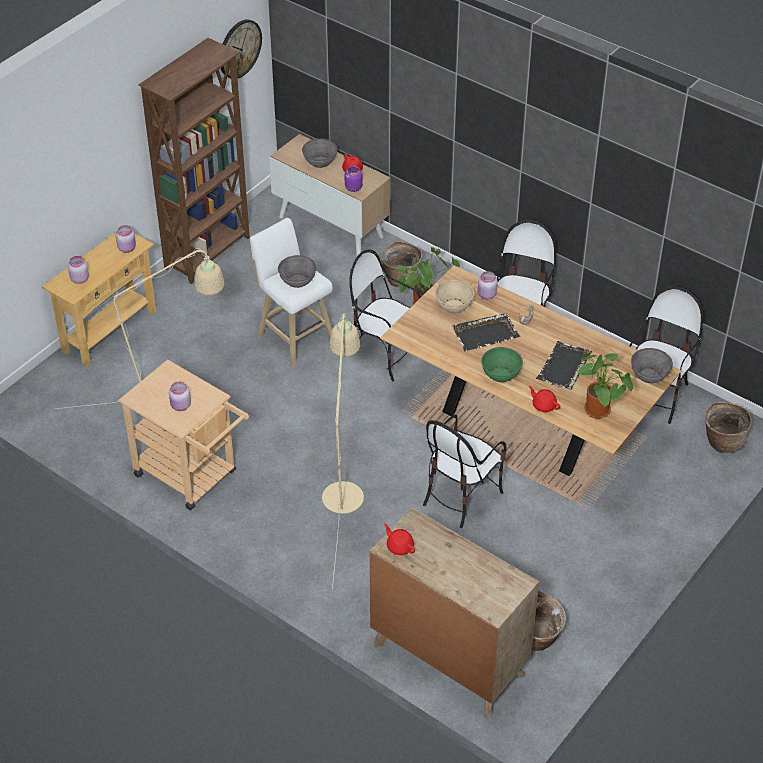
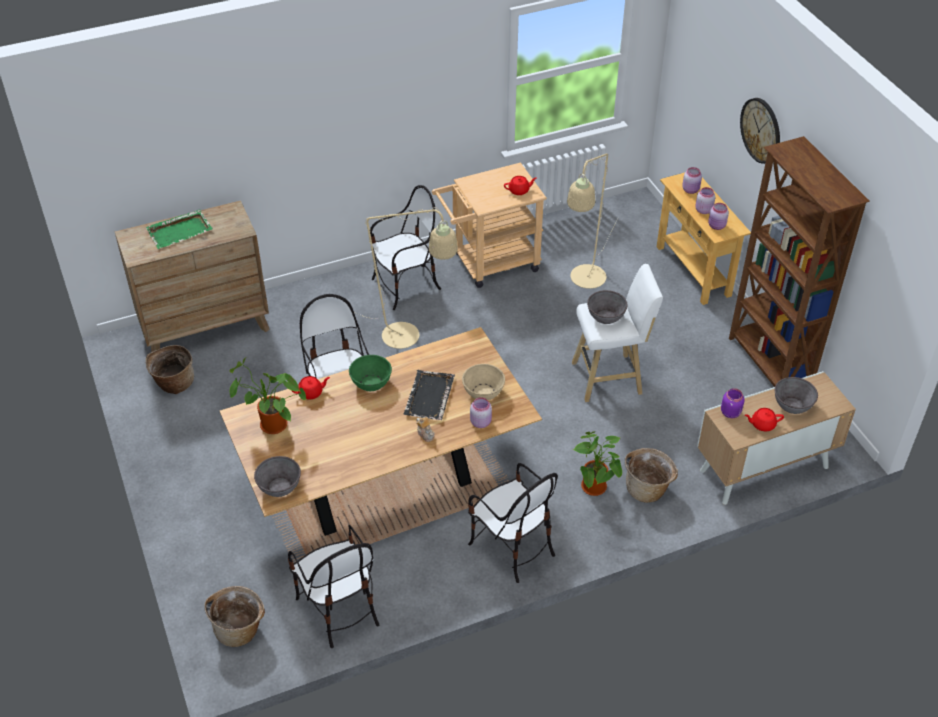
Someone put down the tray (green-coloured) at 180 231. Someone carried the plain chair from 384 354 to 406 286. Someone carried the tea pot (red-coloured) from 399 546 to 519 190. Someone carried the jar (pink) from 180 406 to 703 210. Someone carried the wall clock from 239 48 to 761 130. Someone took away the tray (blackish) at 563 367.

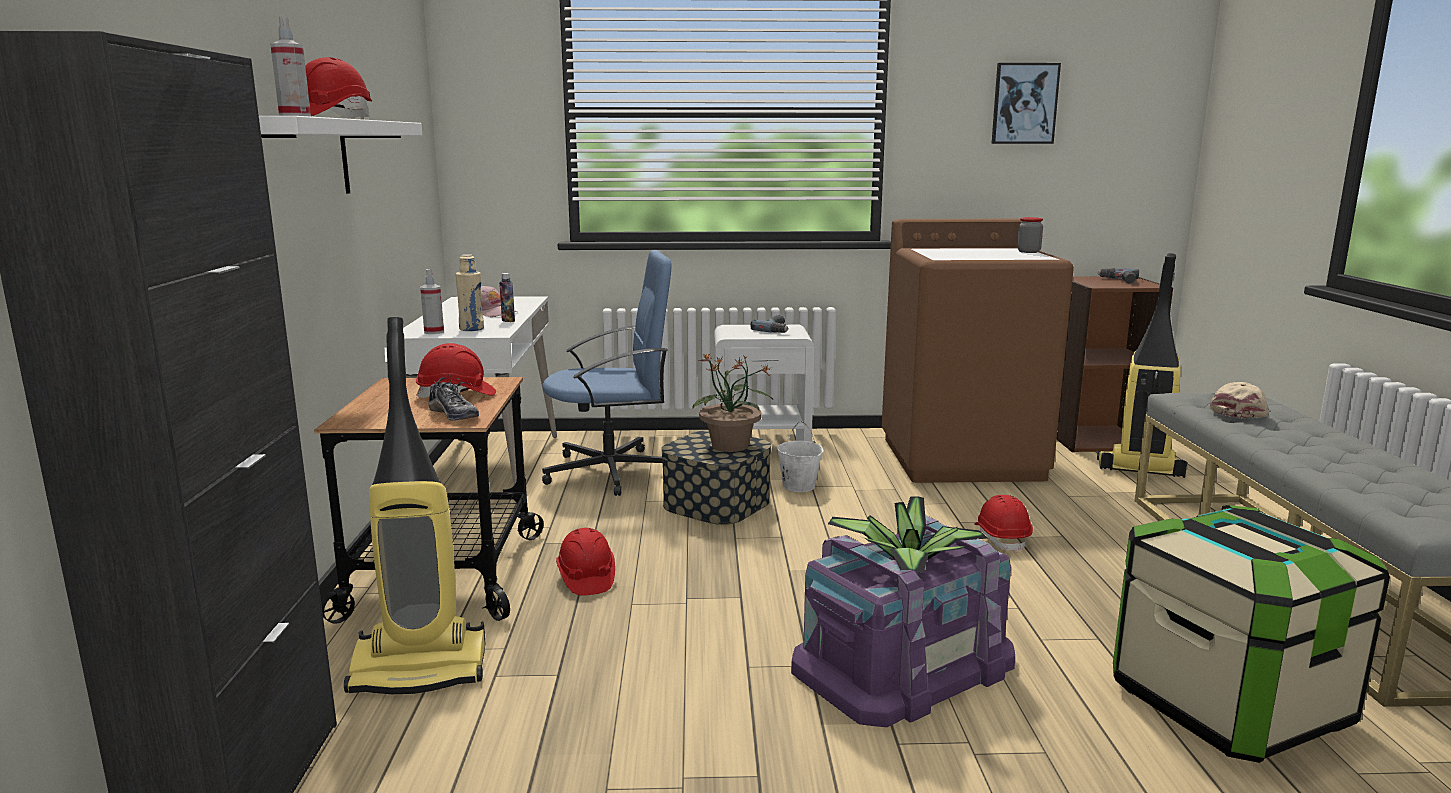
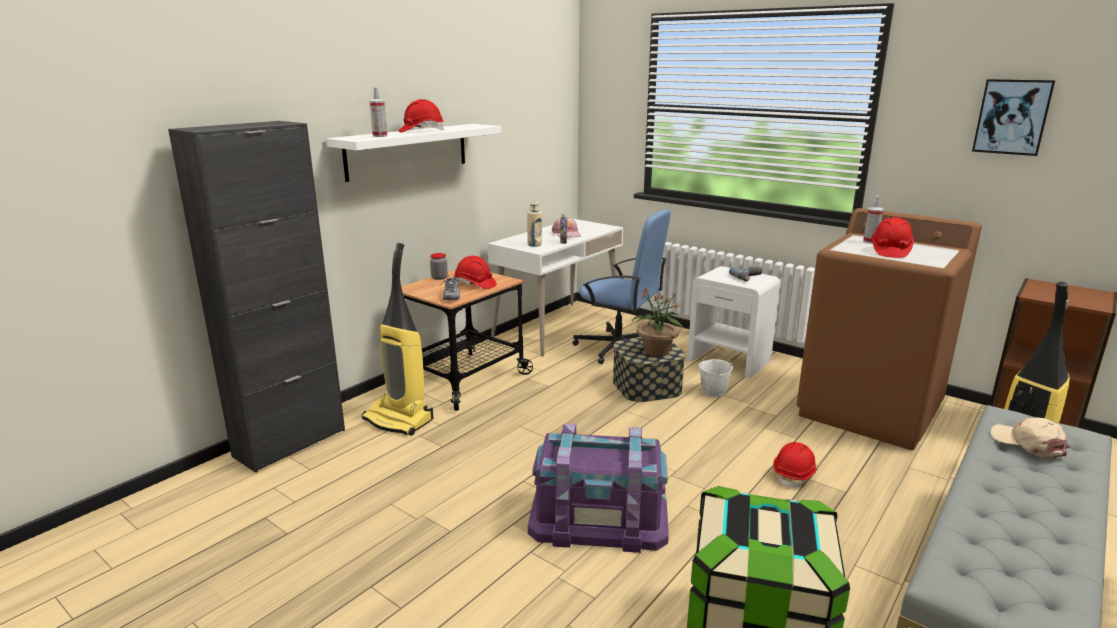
Someone carried the jar from 1028 252 to 439 278. Someone carried the spray bottle from 434 332 to 870 241. Someone carried the safety helmet (red-coloured) from 586 578 to 890 251. Someone rotated the cap (beige) at 1238 411 by 105 degrees counterclockwise. Someone took away the plant in a pot at 909 566. Someone took away the power drill at 1119 280.

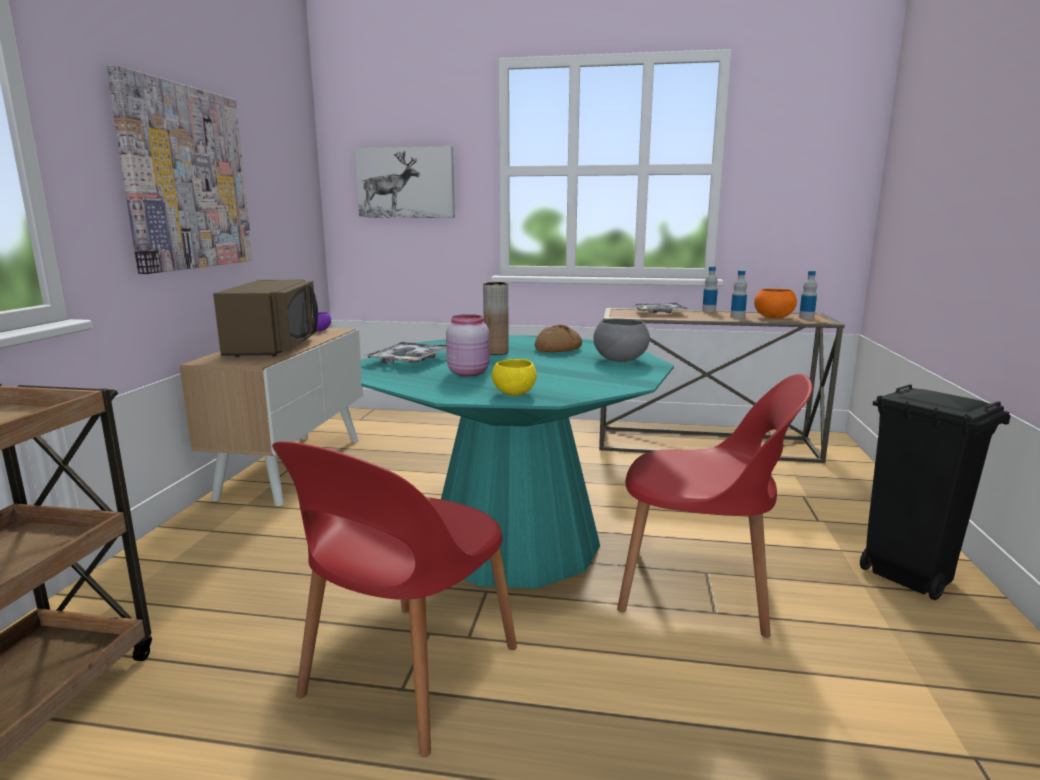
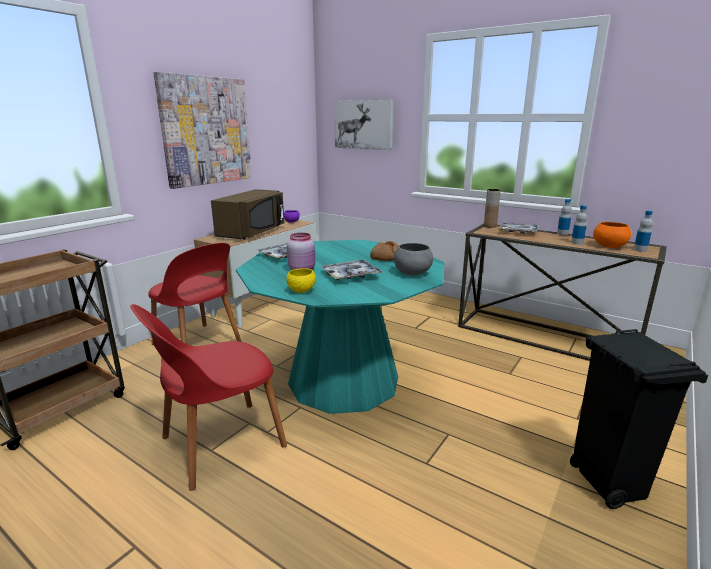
Someone carried the plain chair (red-coloured) from 699 589 to 198 345. Someone put down the tray at 350 275. Someone carried the flower vase (brownish) from 496 352 to 490 226.

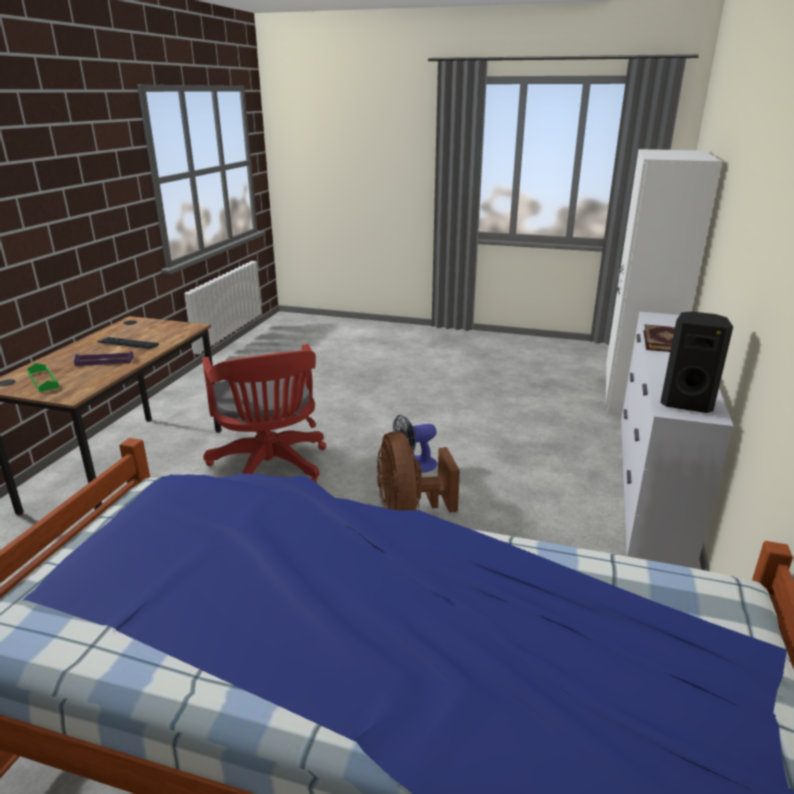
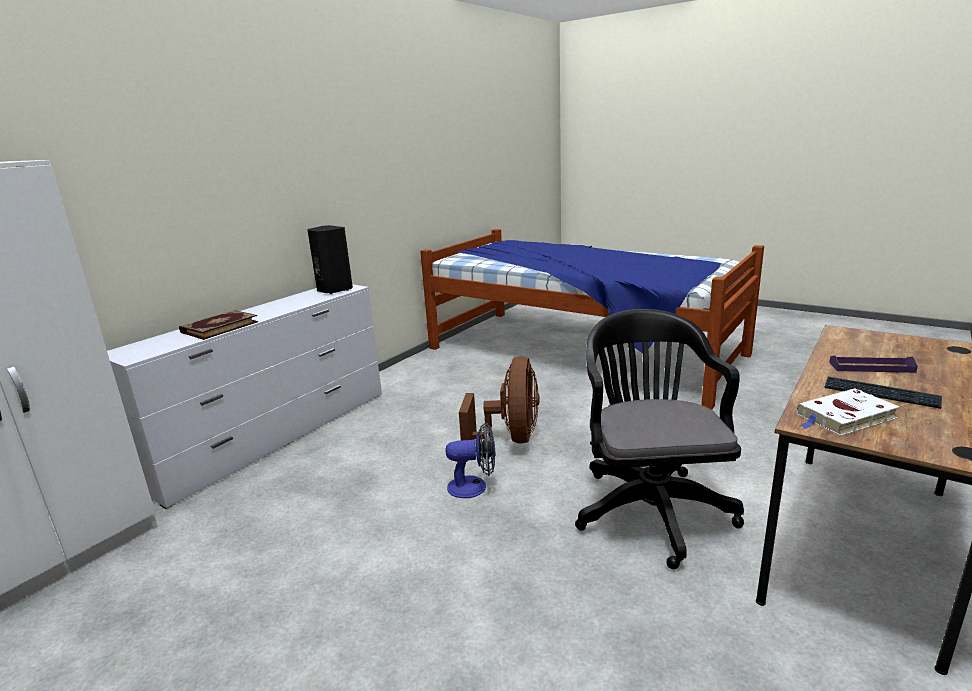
Someone repainted the desk chair (red-coloured) at 270 470, which became the desk chair (blackish) at 650 507. Someone put down the volume (white) at 844 417. Someone took away the tray (green-coloured) at 43 380.

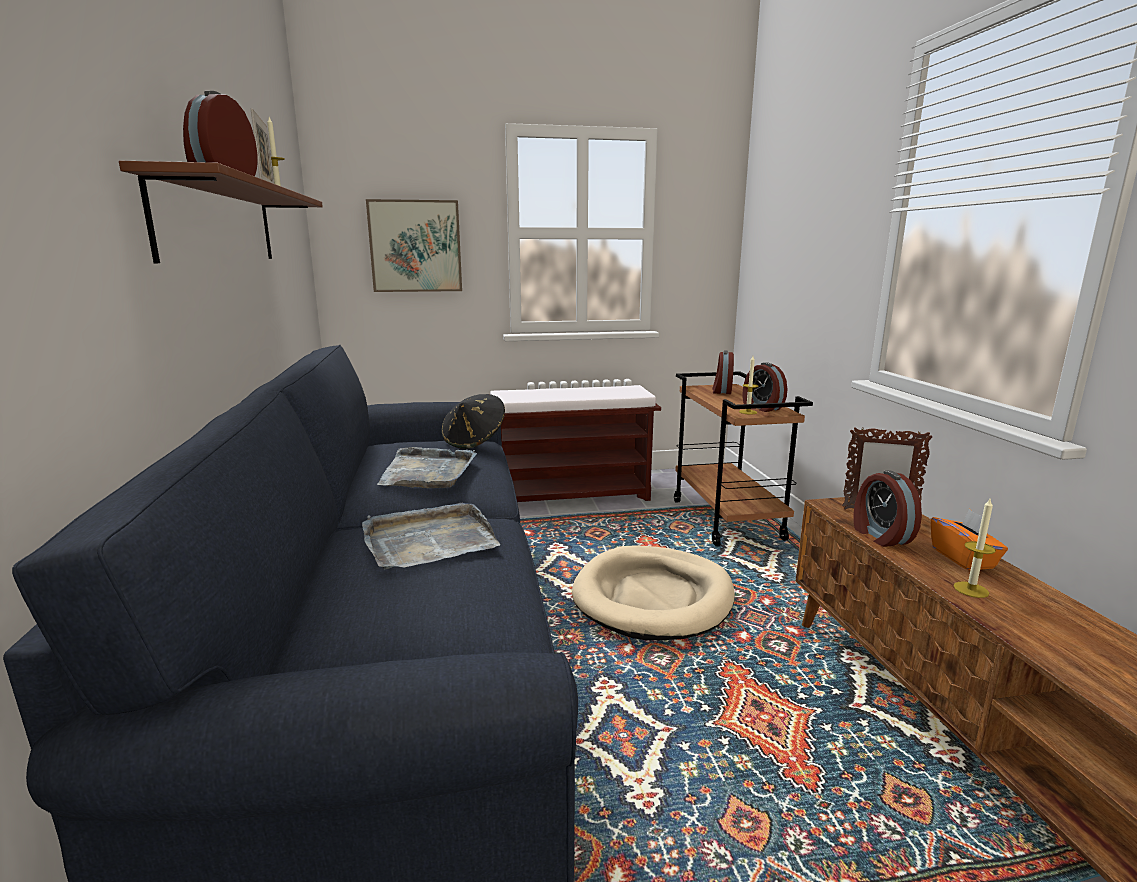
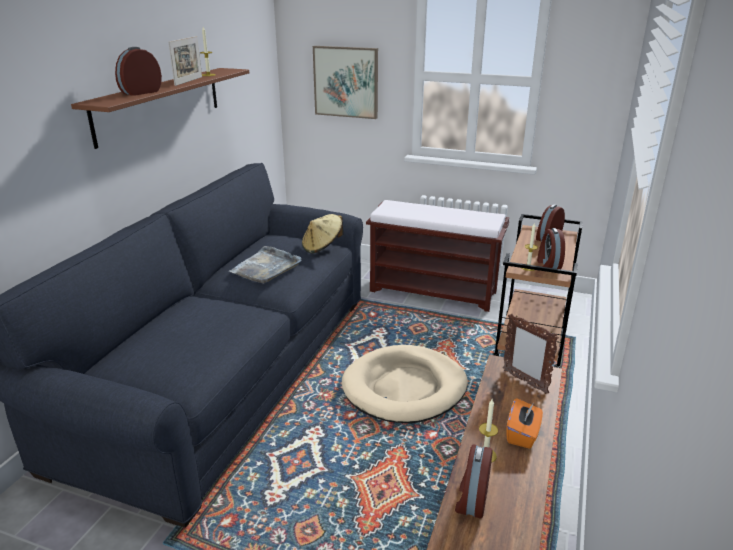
Someone repainted the wearable hat (blackish) at 474 441, which became the wearable hat (beige) at 322 247. Someone carried the alarm clock from 880 536 to 471 499. Someone took away the tray (grey) at 428 540.

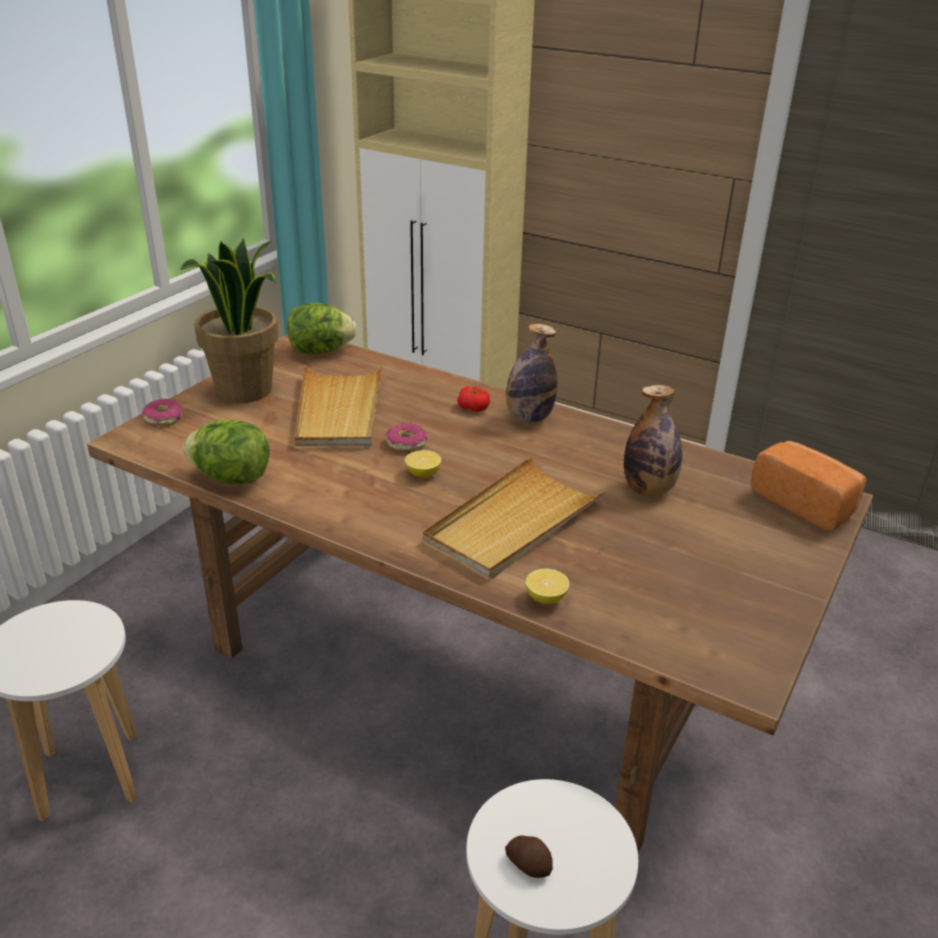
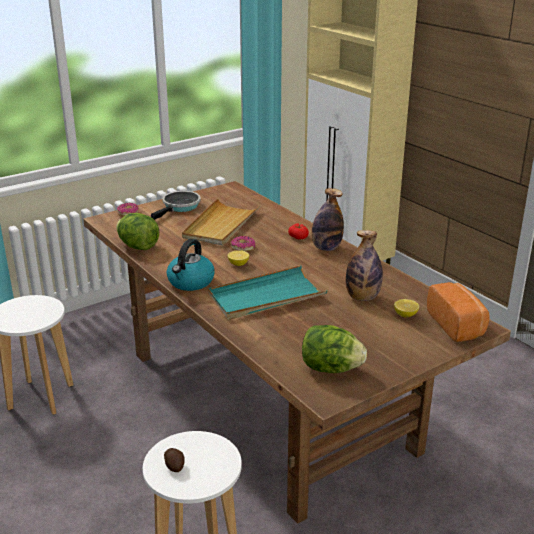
Someone swapped the plant in a pot at 245 391 for the pan at 180 207. Someone put down the kettle at 190 282. Someone repainted the tray (beige) at 513 522, which became the tray (turquoise) at 266 297. Someone carried the lettuce head from 320 351 to 330 369. Someone carried the citrus fruit from 546 598 to 405 315.

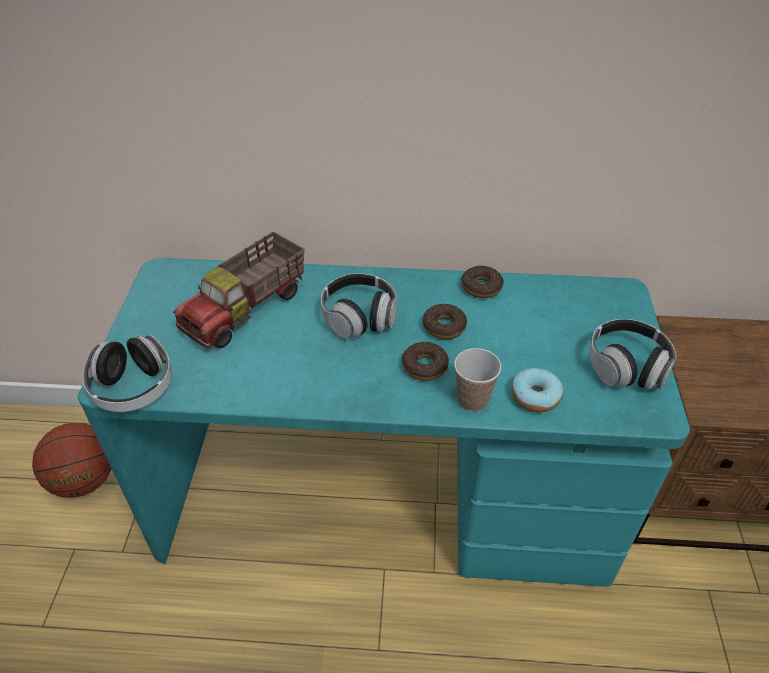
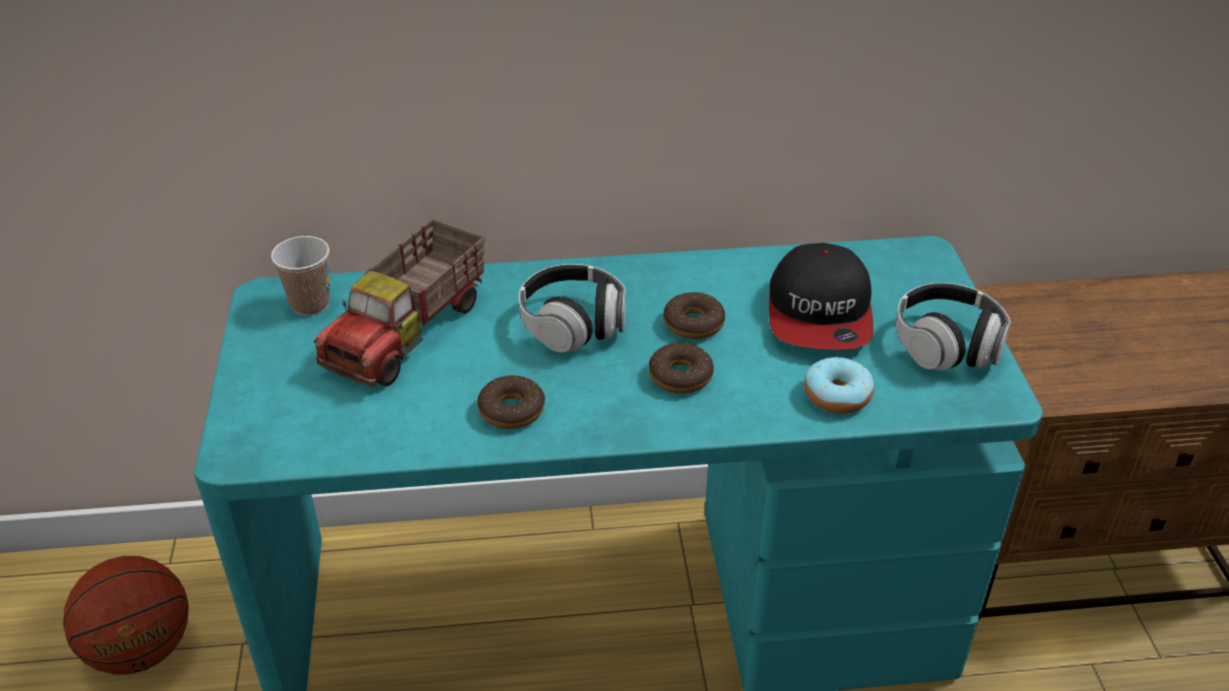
Someone carried the cup from 473 400 to 310 304. Someone carried the ring doughnut from 481 287 to 511 410. Someone put down the cap at 820 314. Someone took away the headset at 133 388.

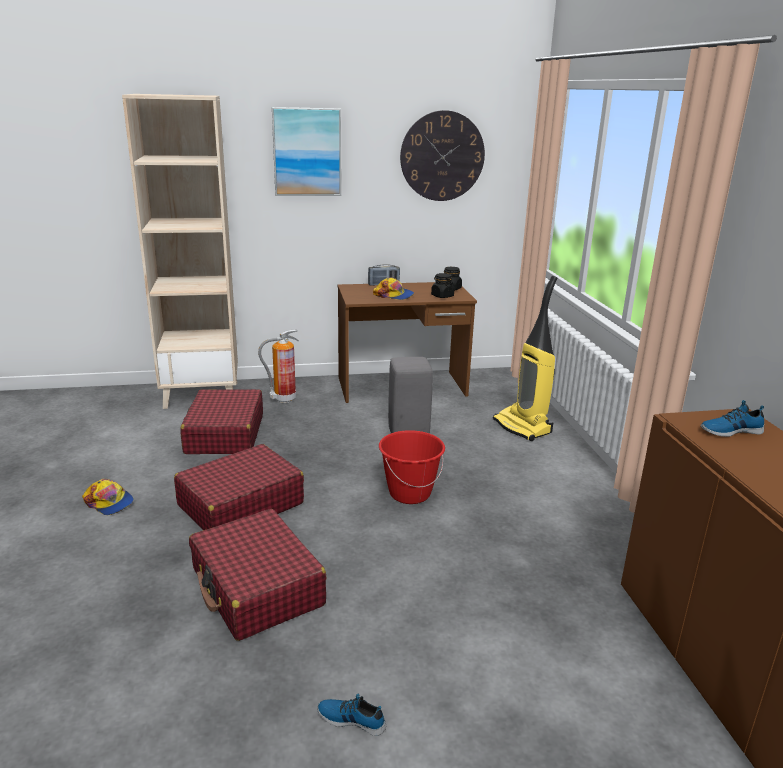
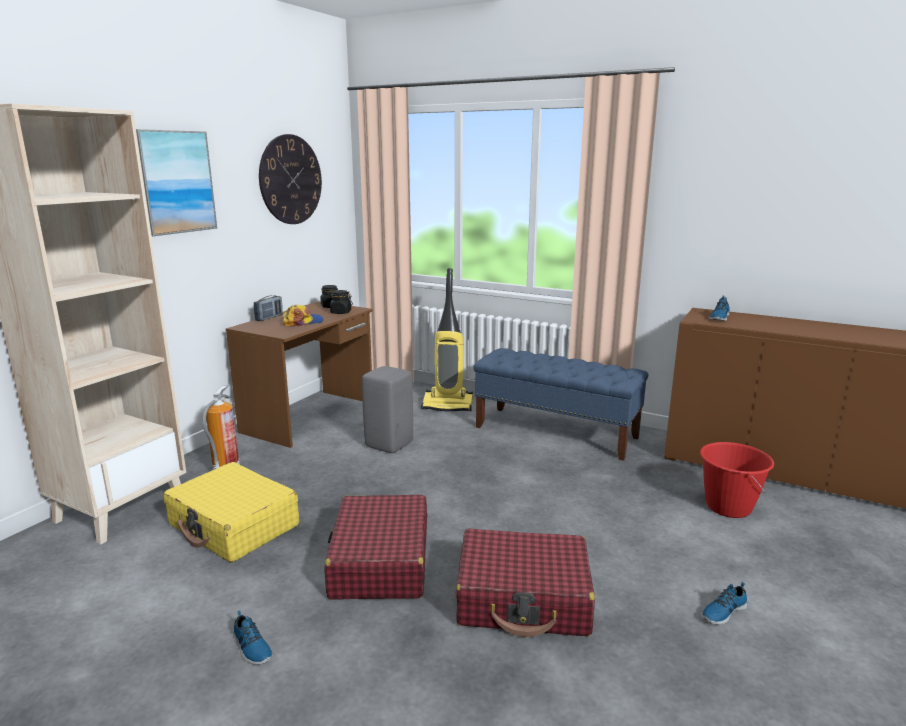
Someone repainted the travel case (red-coloured) at 224 434, which became the travel case (yellow-coloured) at 234 525. Someone swapped the cap at 109 502 for the item of footwear at 251 648. Someone put down the long seat (blue-coloured) at 556 432. Someone carried the pail (red-coloured) from 409 493 to 728 507.

